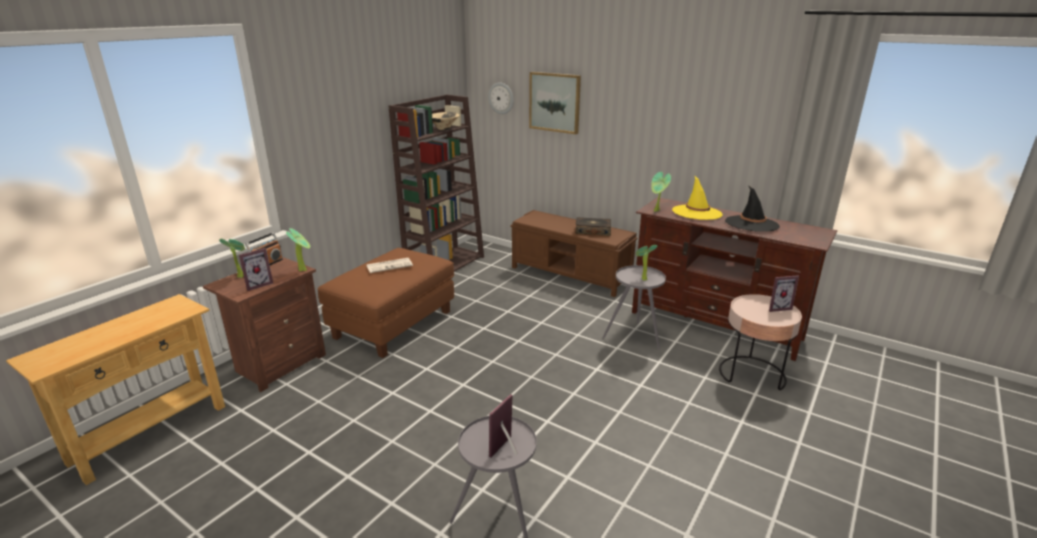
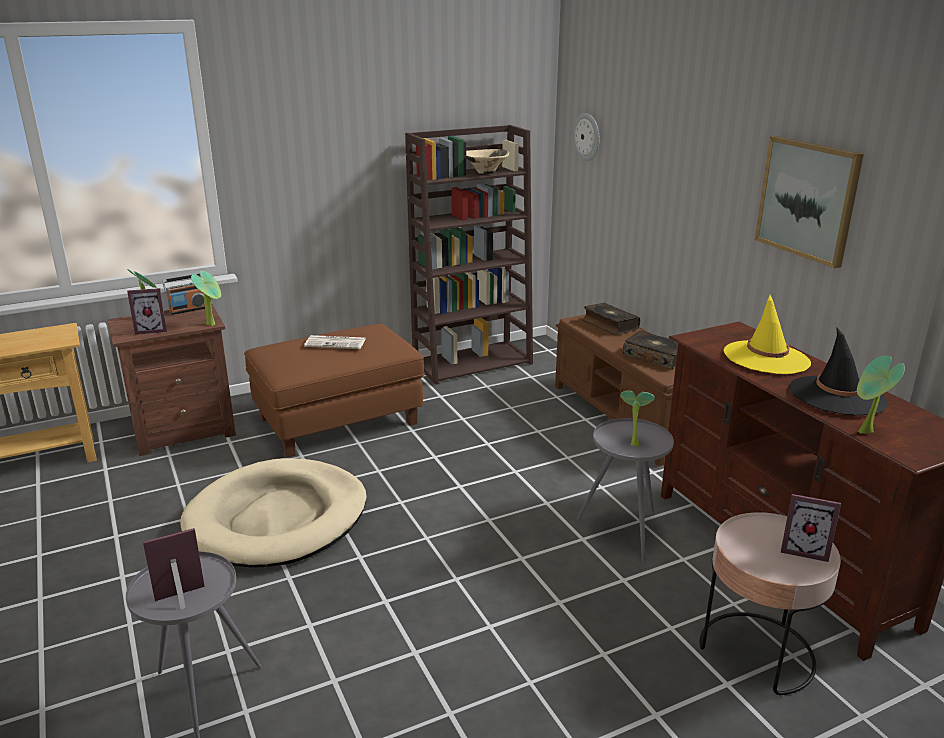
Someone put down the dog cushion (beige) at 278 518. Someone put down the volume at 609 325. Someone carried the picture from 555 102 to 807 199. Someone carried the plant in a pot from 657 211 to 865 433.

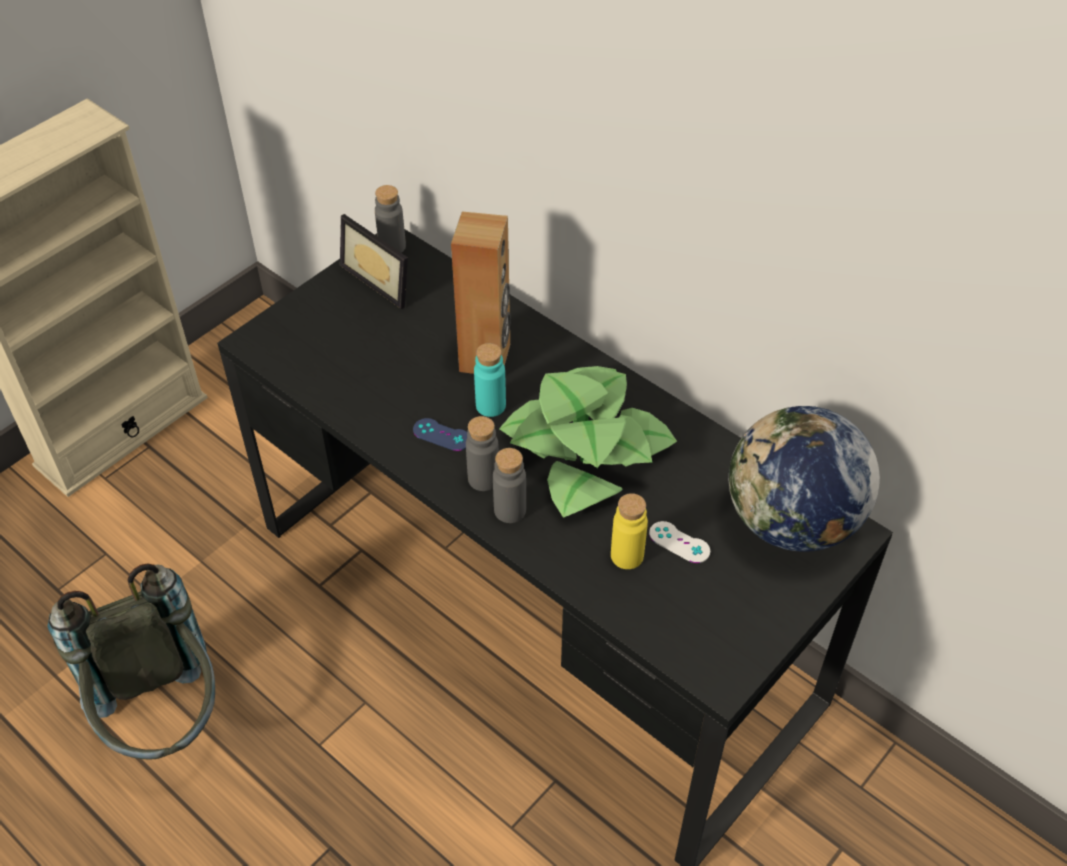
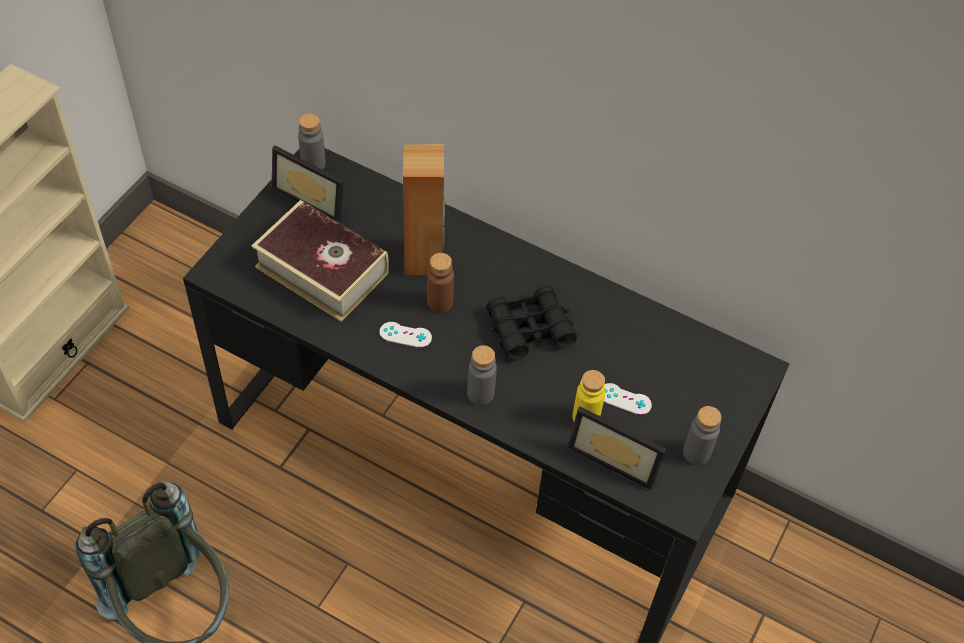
Someone put down the volume at 322 270. Someone repainted the gamepad (blue-coloured) at 442 435, which became the gamepad (white) at 405 335. Someone repainted the bottle (turquoise) at 490 405, which became the bottle (brownish) at 440 302. Someone swapped the plant in a pot at 586 448 for the field glasses (blackish) at 529 328. Someone put down the standing frame at 616 455. Someone carried the bottle (grey) from 483 479 to 696 453. Someone took away the world globe at 791 522.

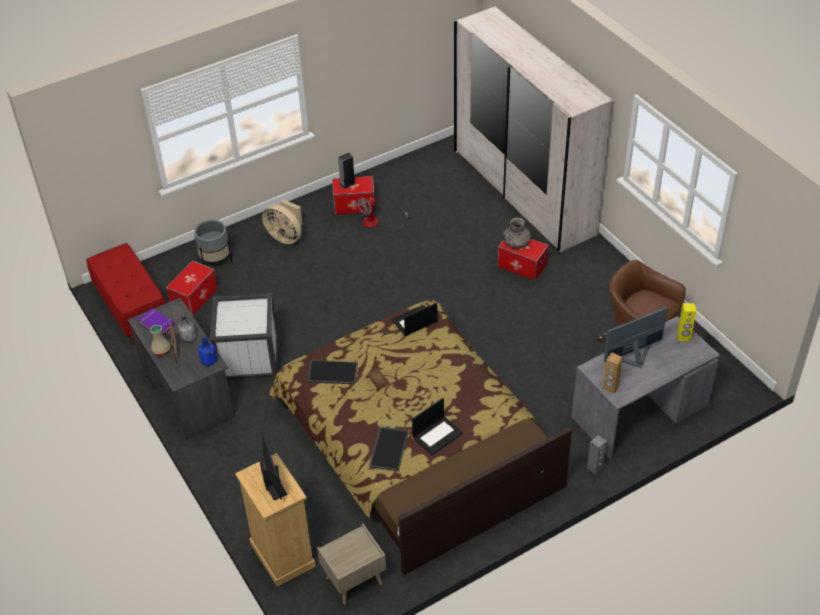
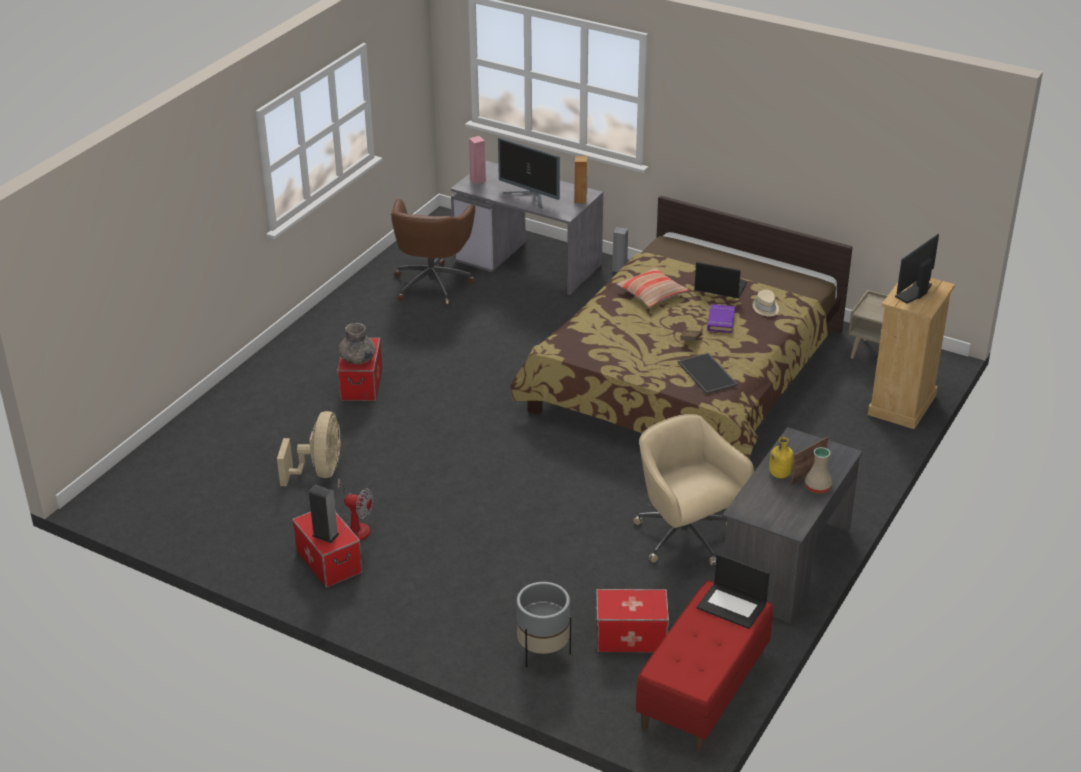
Someone carried the cooling fan (beige) from 286 237 to 319 472. Someone repainted the speaker (yellow-coloured) at 683 337, which became the speaker (pink) at 478 180. Someone put down the cushion at 652 294. Someone swapped the storage bin (white) at 249 357 for the desk chair (beige) at 686 538. Someone carried the portable computer from 414 321 to 732 606. Someone carried the volume (purple-coloured) from 157 324 to 720 321. Someone swapped the tray at 388 448 for the wearable hat (beige) at 765 308. Someone repainted the bottle (grey) at 188 339, which became the bottle (yellow-coloured) at 779 474. Someone took away the bottle (blue-coloured) at 209 362. Someone took away the wardrobe (white) at 524 192.

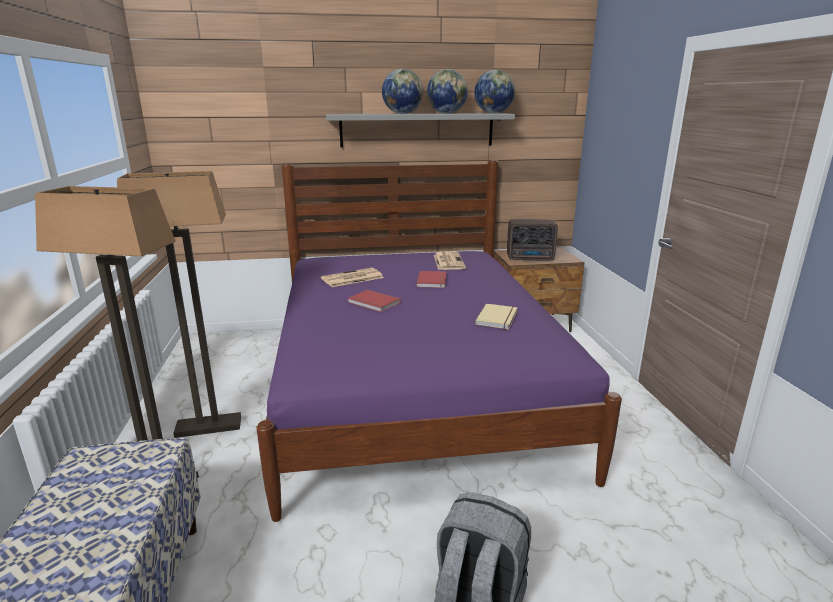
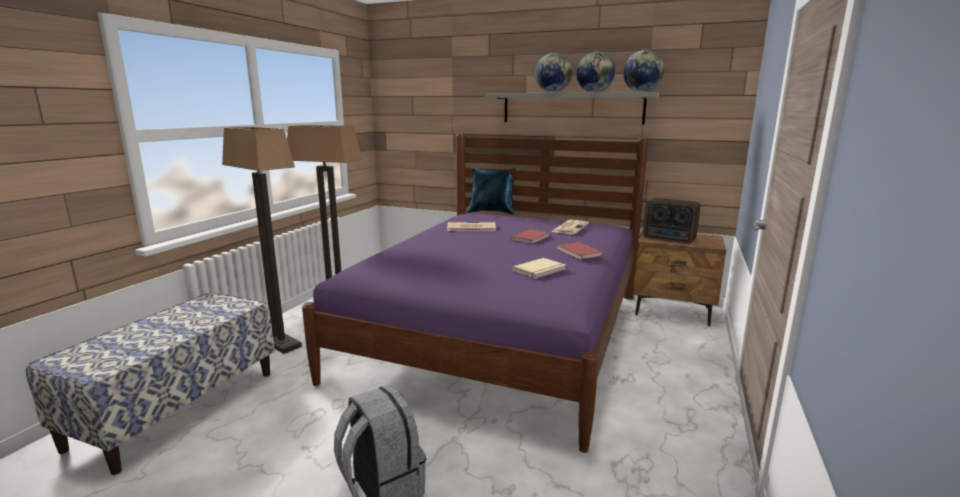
Someone put down the cushion (blue-coloured) at 492 212. Someone carried the volume (red-coloured) from 373 303 to 577 253.

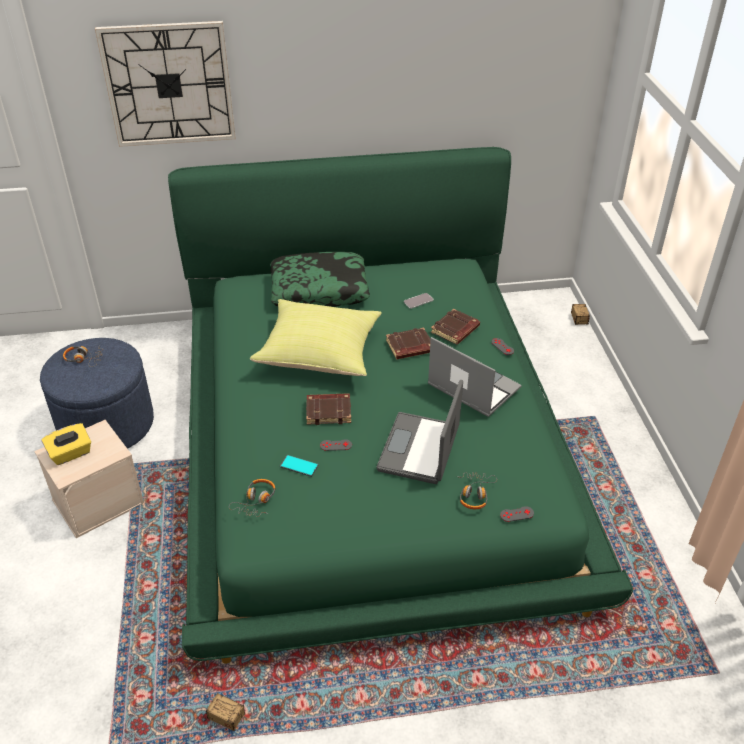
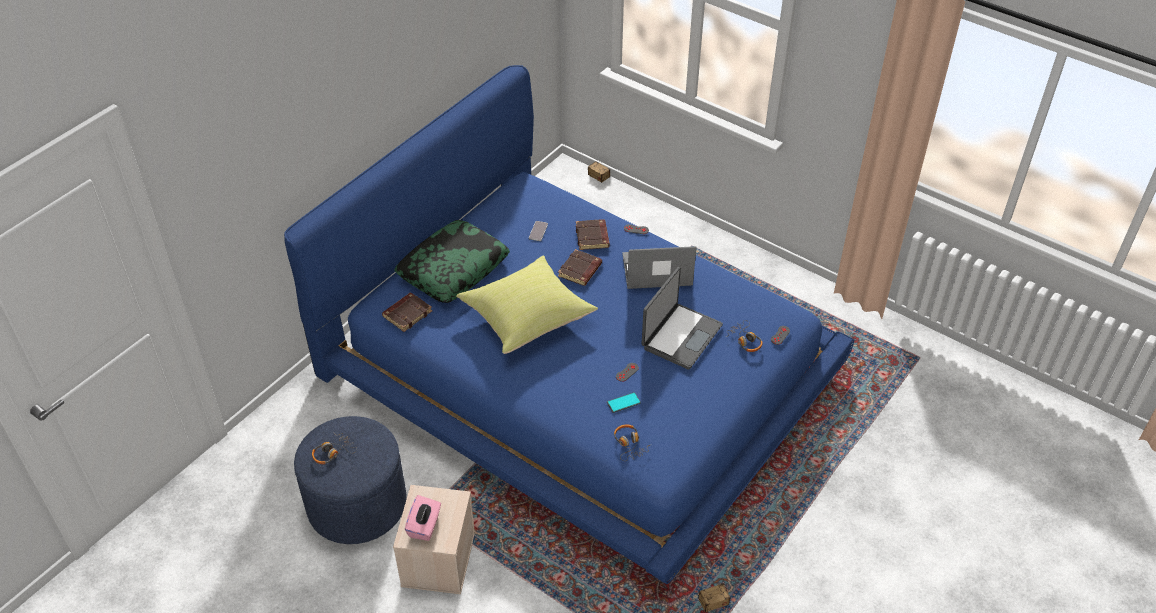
Someone repainted the bedroom bed (green-coloured) at 372 445, which became the bedroom bed (blue-coloured) at 577 370. Someone carried the volume (brownish) from 329 411 to 407 314. Someone repainted the box of tissues (yellow-coloured) at 70 454, which became the box of tissues (pink) at 425 526. Someone rotated the portable computer at 420 449 by 120 degrees counterclockwise. Someone took away the wall clock at 169 84.

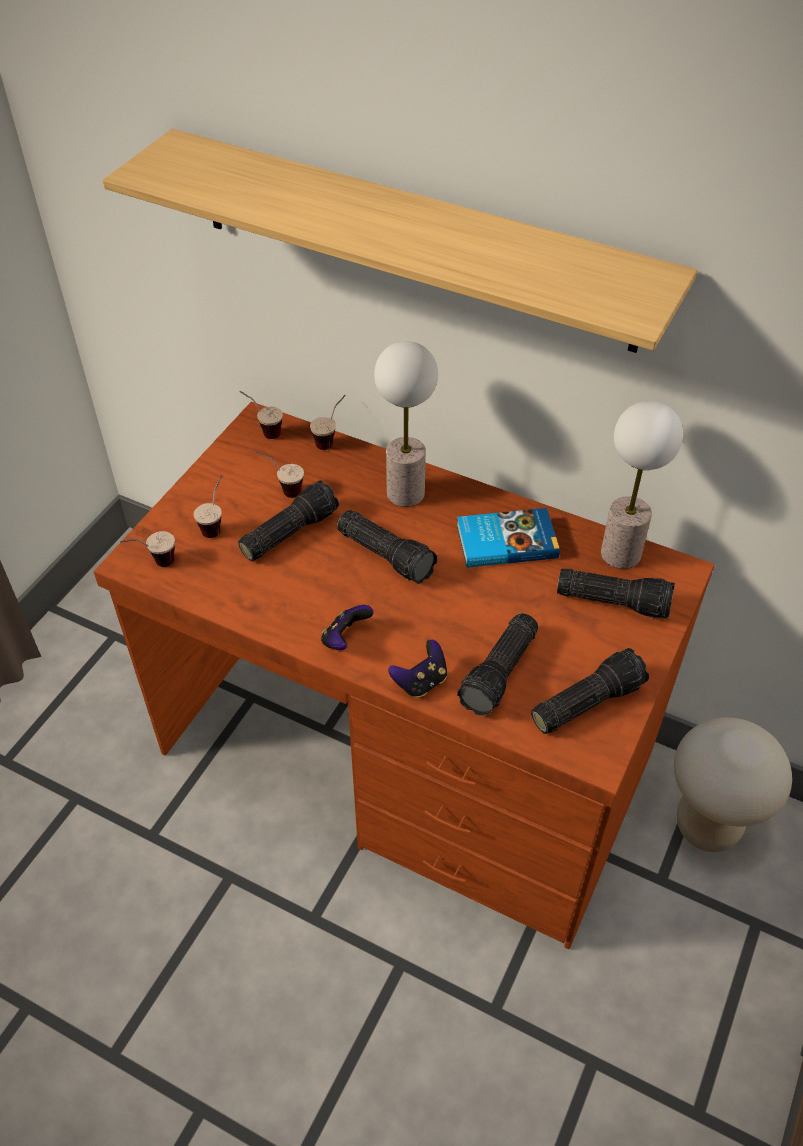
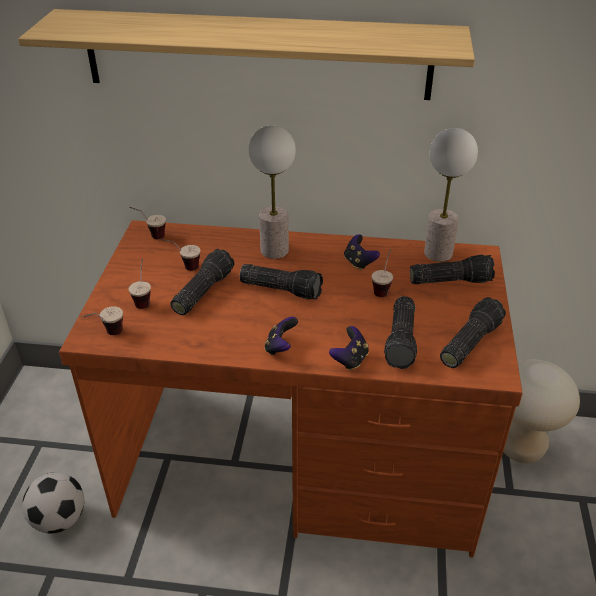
Someone put down the football ball at 59 519. Someone swapped the volume at 505 541 for the gamepad at 359 263. Someone carried the cup from 331 439 to 383 288.

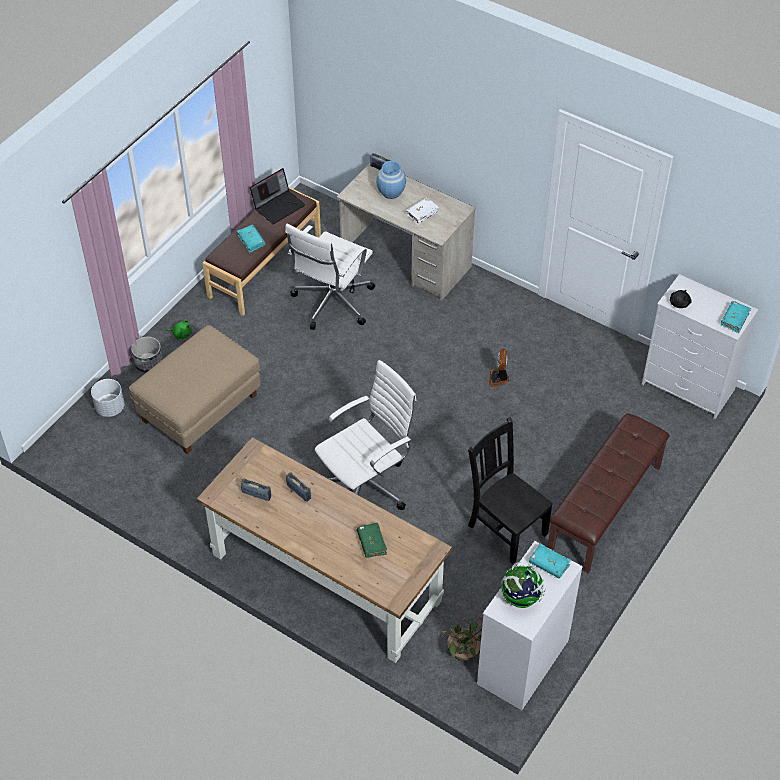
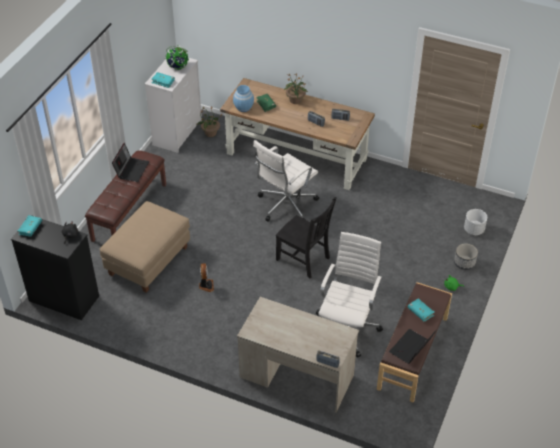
Someone repainted the dresser (white) at 689 387, which became the dresser (blackish) at 63 298. Someone carried the ottoman (beige) from 199 408 to 148 260. Someone put down the portable computer at 131 169. Someone carried the flower vase (blue-coloured) from 391 192 to 243 107. Someone carried the plain chair (blackish) from 505 528 to 304 259. Someone put down the plant in a pot at 295 100. Someone took away the volume (white) at 422 213.

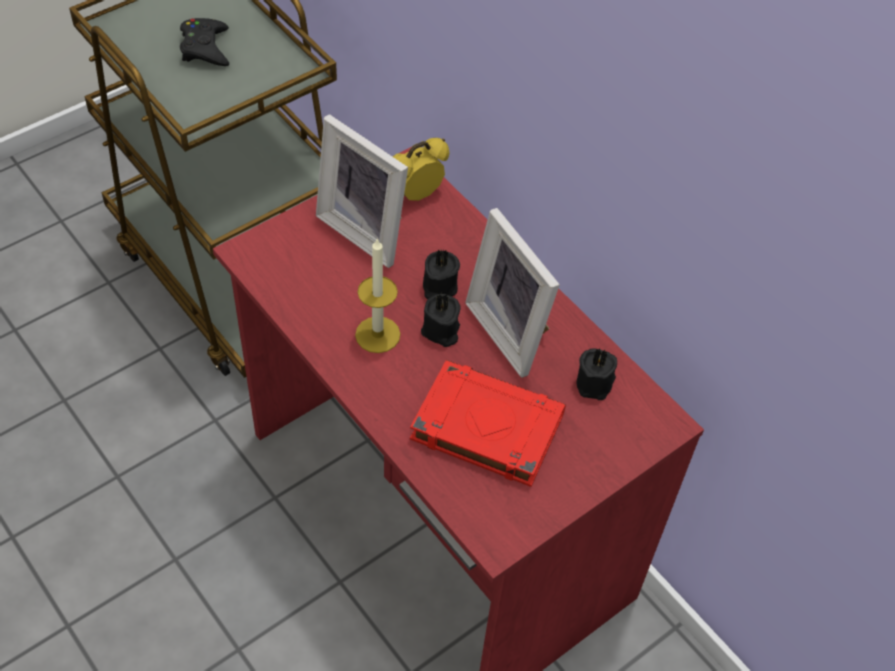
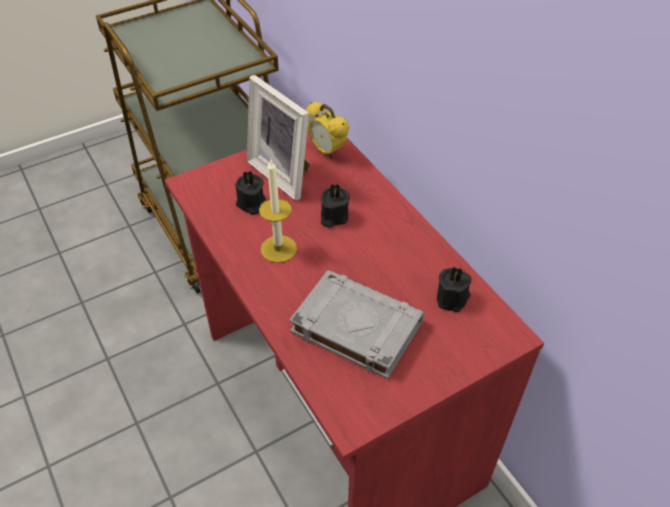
Someone carried the wax candle (blackish) from 441 331 to 251 204. Someone repainted the volume (red-coloured) at 485 427, which became the volume (grey) at 355 327. Someone rotated the alarm clock at 417 195 by 105 degrees counterclockwise. Someone took away the gamepad (blackish) at 205 48. Someone took away the standing frame at 513 331.

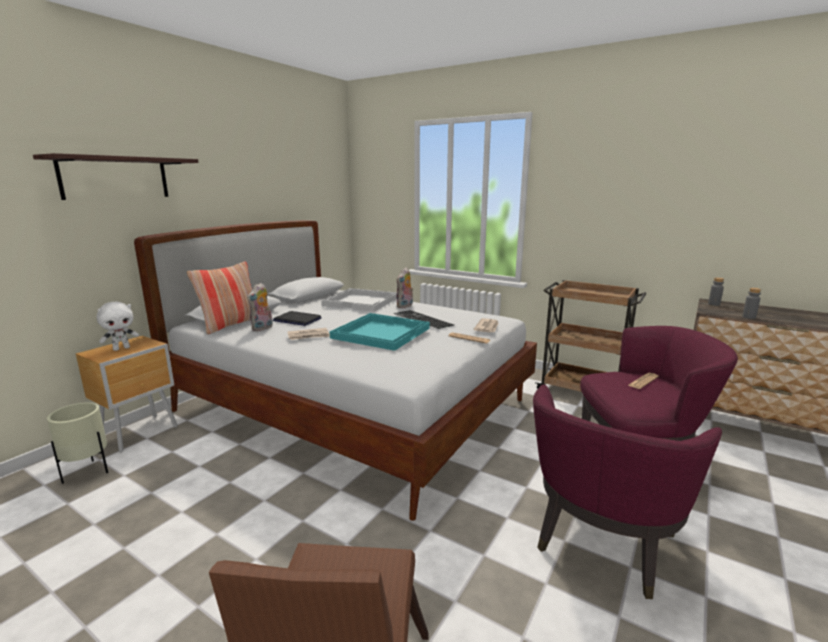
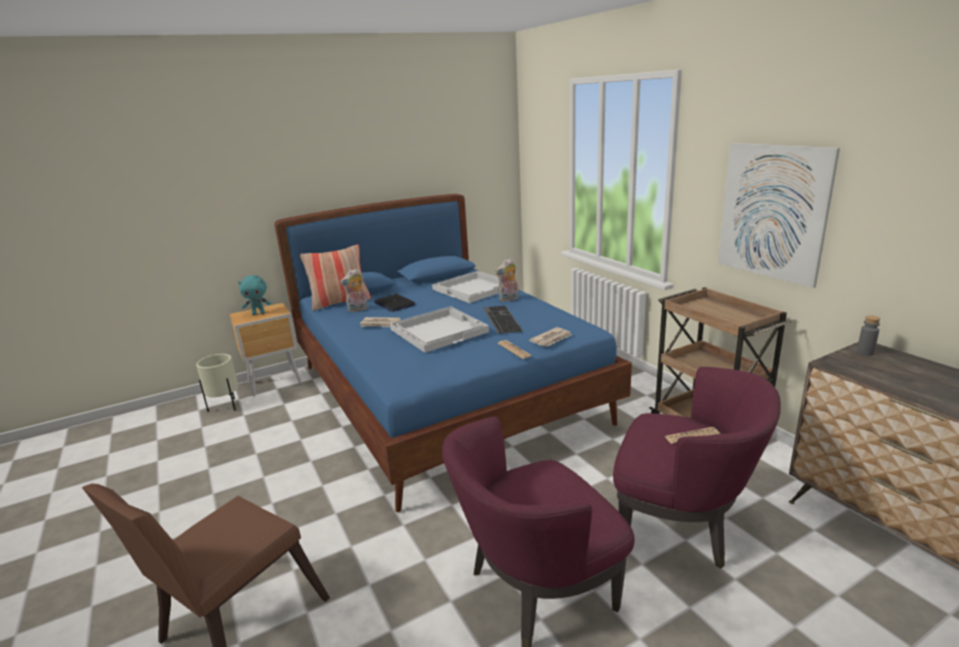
Someone repainted the soft toy (white) at 121 348, which became the soft toy (turquoise) at 258 313. Someone repainted the bedroom bed (white) at 352 406, which became the bedroom bed (blue-coloured) at 444 394. Someone repainted the tray (turquoise) at 381 333, which became the tray (white) at 439 330. Someone put up the picture at 772 212. Someone took away the wall shelf at 115 178. Someone took away the bottle (grey) at 749 317.

